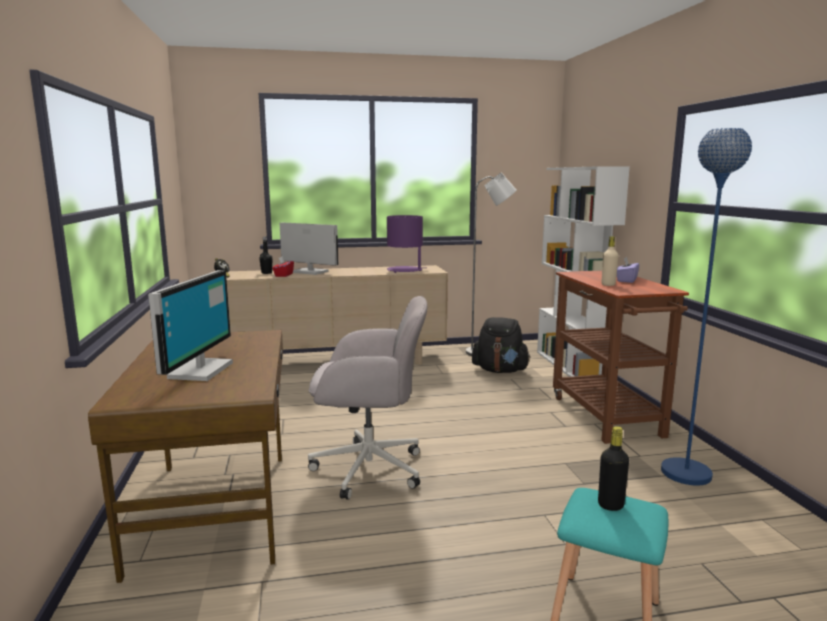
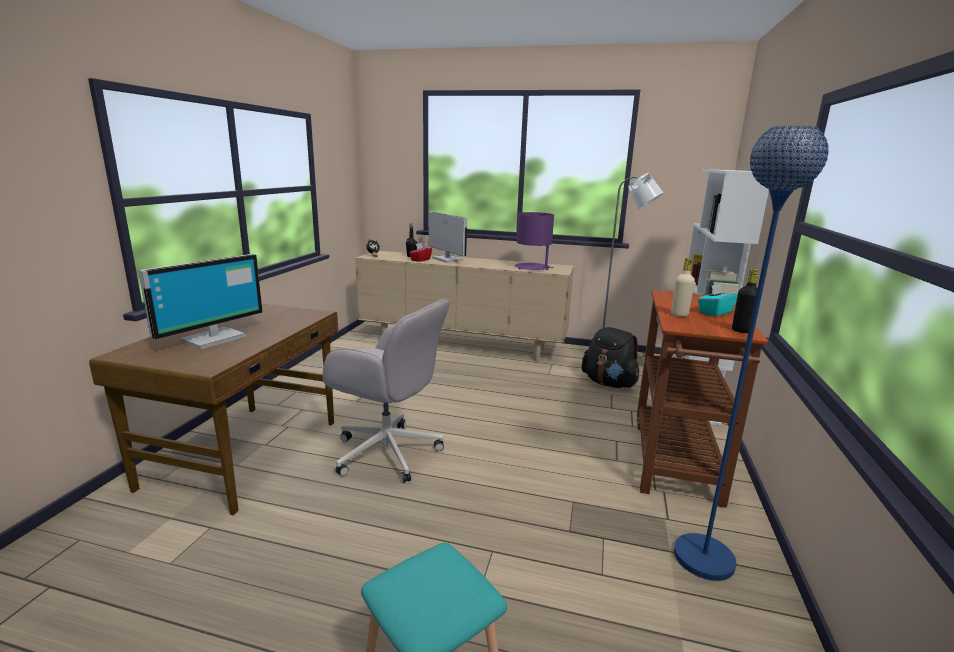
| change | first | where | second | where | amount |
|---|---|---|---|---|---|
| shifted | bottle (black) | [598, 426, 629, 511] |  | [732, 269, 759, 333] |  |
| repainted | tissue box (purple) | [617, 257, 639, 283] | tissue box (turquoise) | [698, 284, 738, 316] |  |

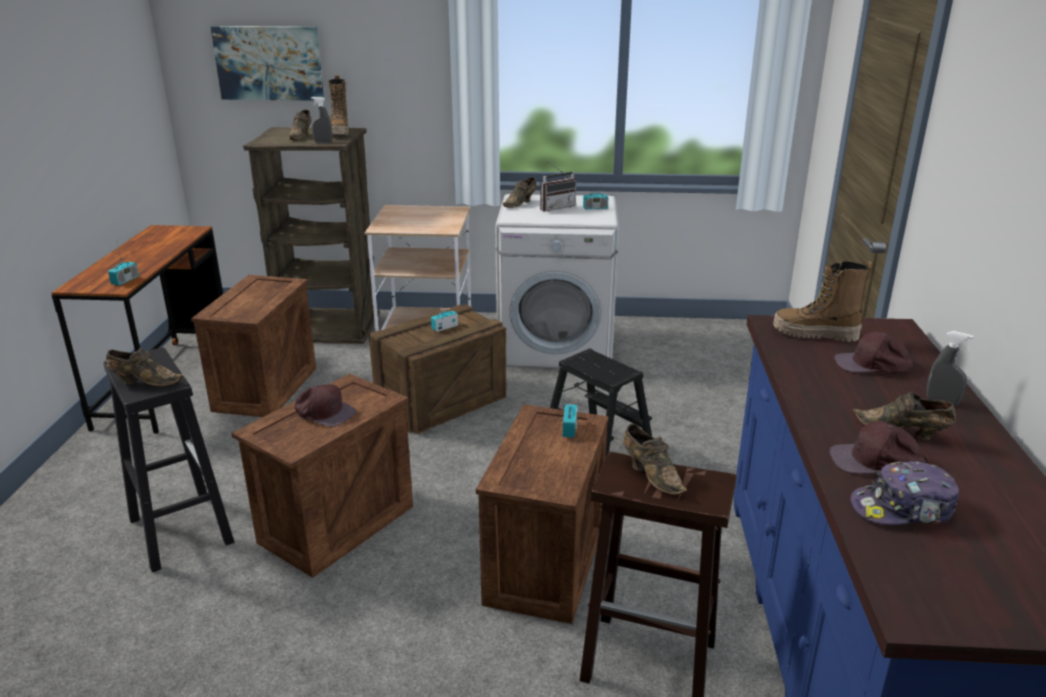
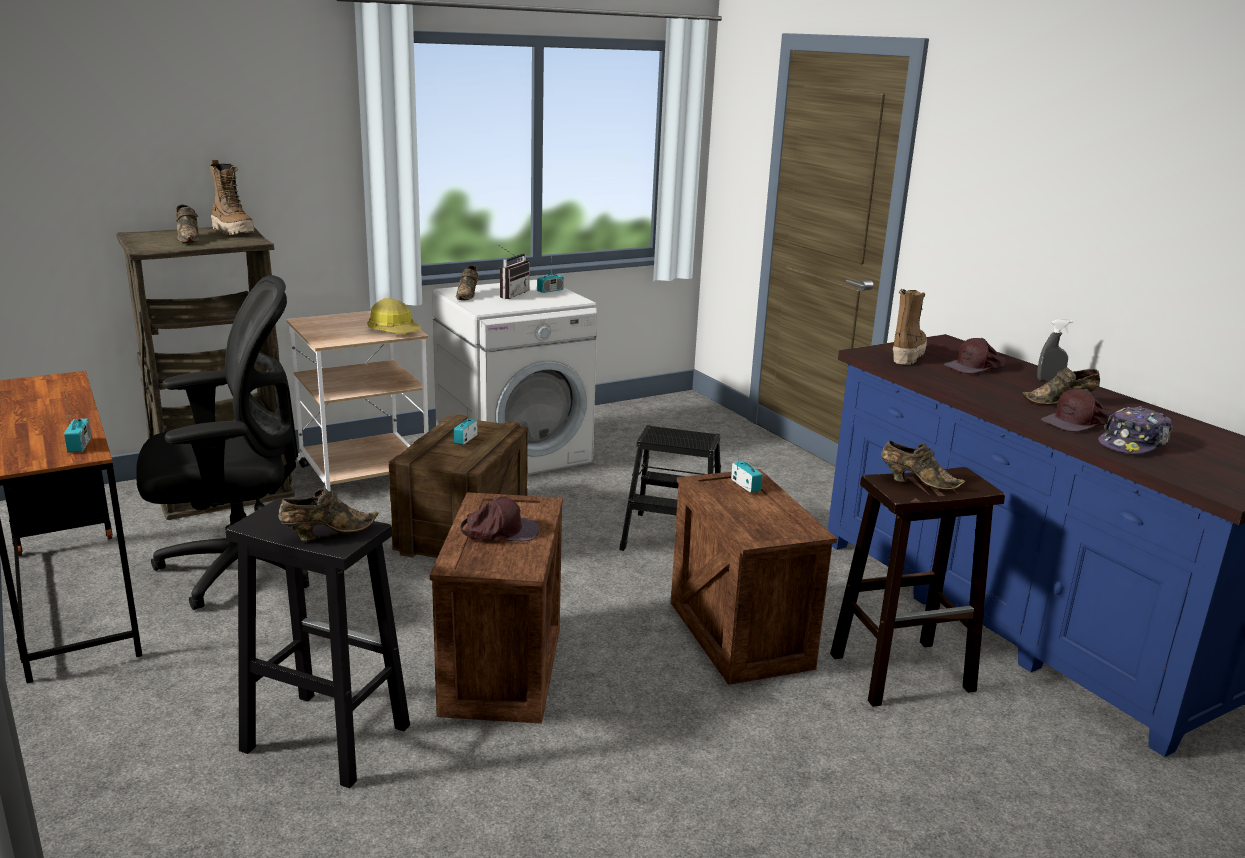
| change | first | where | second | where | amount |
|---|---|---|---|---|---|
| swapped | crate | [191, 275, 316, 417] | office chair (black) | [136, 275, 309, 610] |  |
| gone | picture | [211, 26, 324, 101] |  |  |  |
| gone | spray bottle (grey) | [311, 97, 332, 143] |  |  |  |
| rotated | boot | [773, 261, 872, 342] |  | [893, 289, 927, 365] | 135 degrees clockwise |
| new |  |  | hard hat | [367, 298, 422, 333] |  |

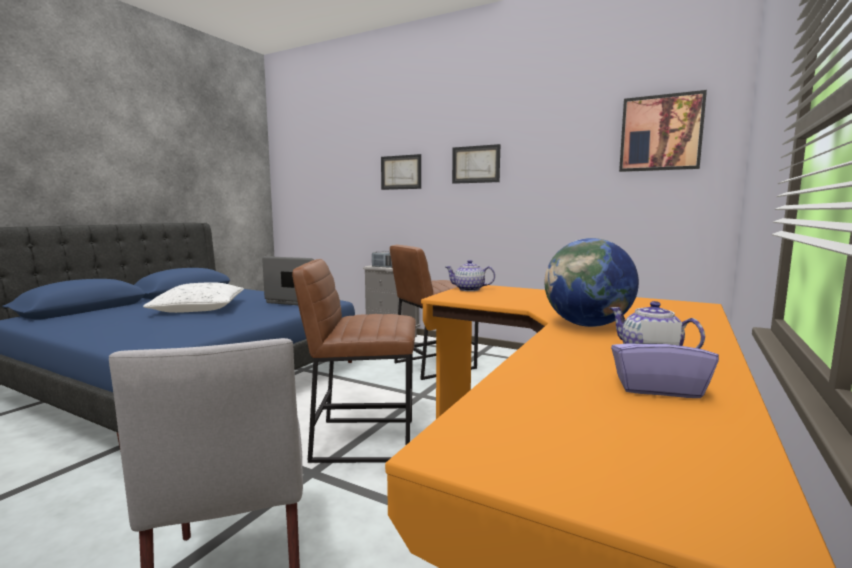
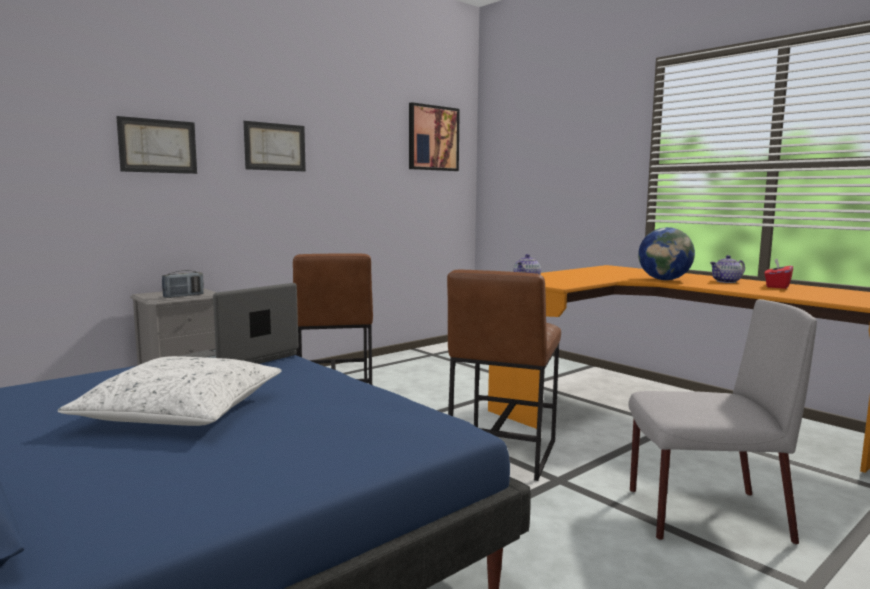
| change | first | where | second | where | amount |
|---|---|---|---|---|---|
| repainted | tissue box (purple) | [611, 320, 719, 398] | tissue box (red) | [764, 259, 793, 289] |  |

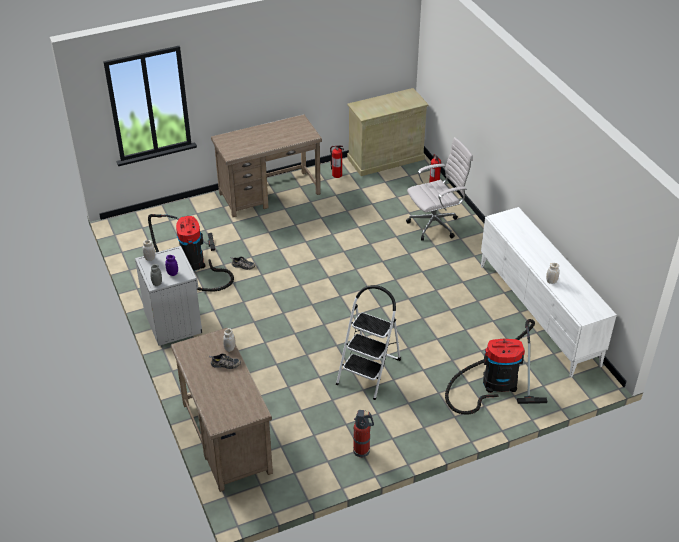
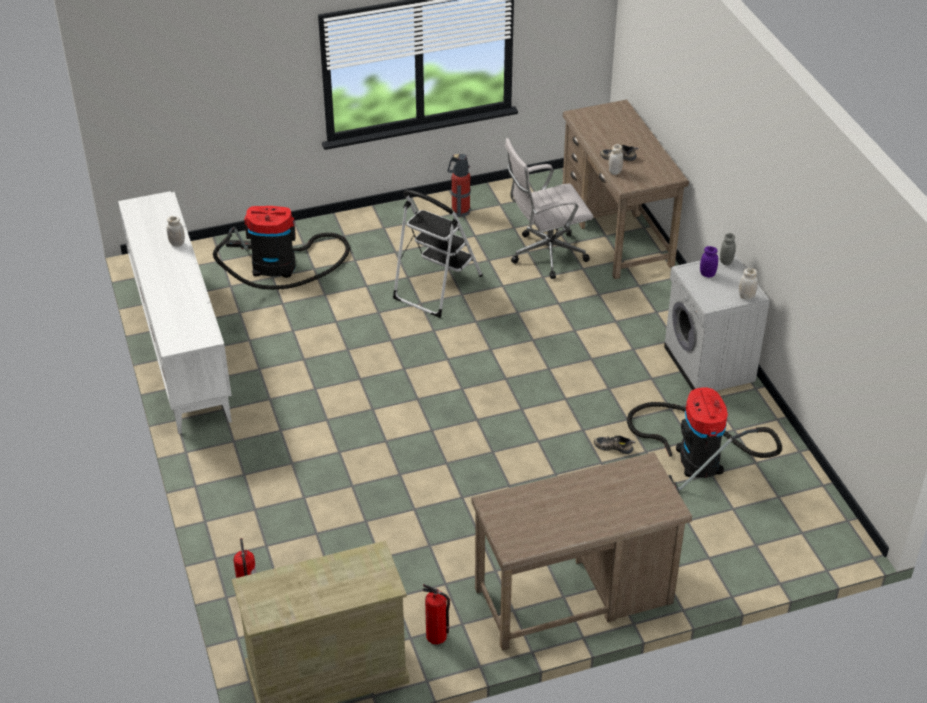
| change | first | where | second | where | amount |
|---|---|---|---|---|---|
| shifted | office chair (white) | [406, 137, 473, 241] |  | [505, 138, 593, 279] |  |

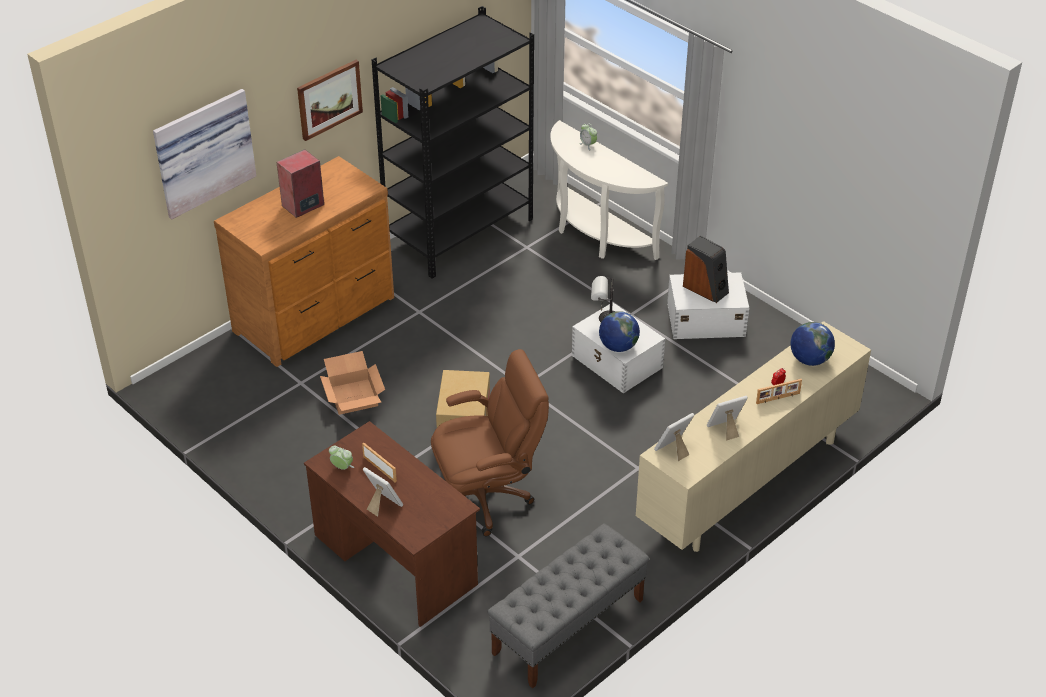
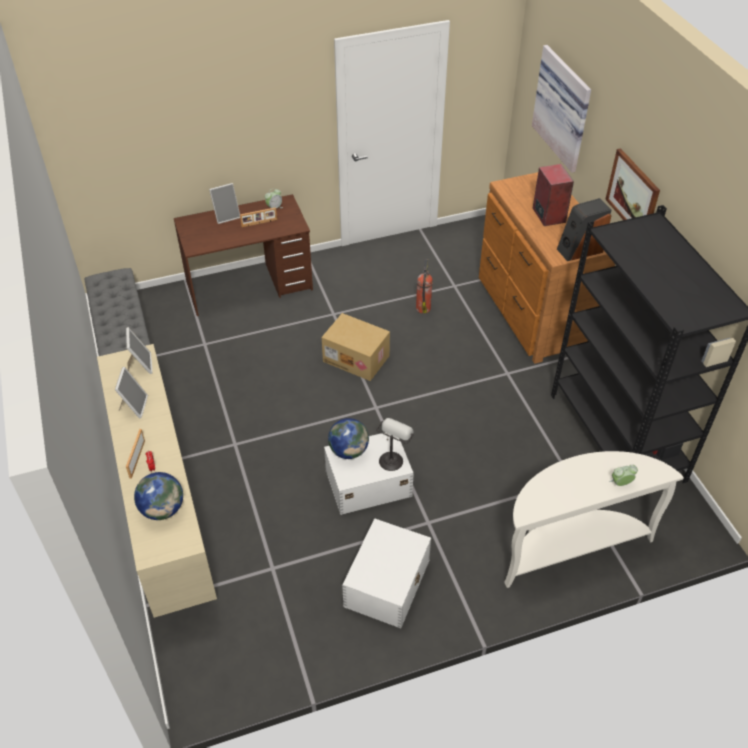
| change | first | where | second | where | amount |
|---|---|---|---|---|---|
| swapped | cardboard box | [320, 351, 385, 415] | fire extinguisher | [416, 259, 433, 314] |  |
| gone | office chair (brown) | [431, 349, 549, 537] |  |  |  |
| shifted | speaker | [683, 236, 729, 303] |  | [557, 198, 611, 261] |  |

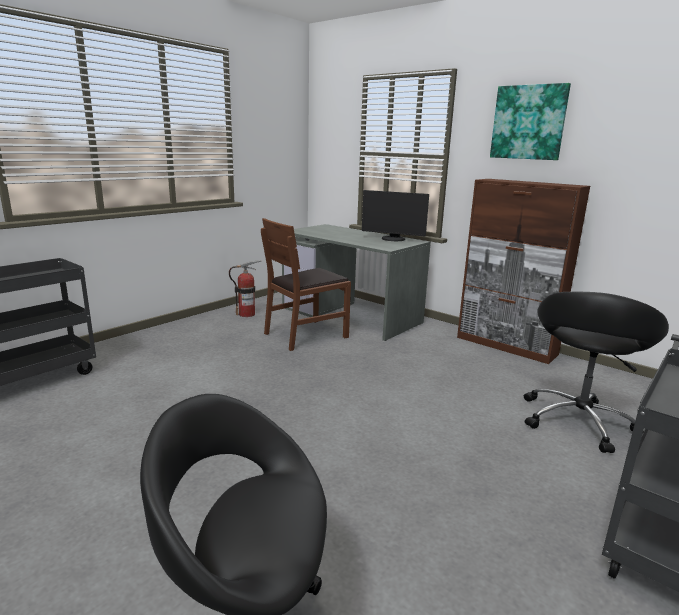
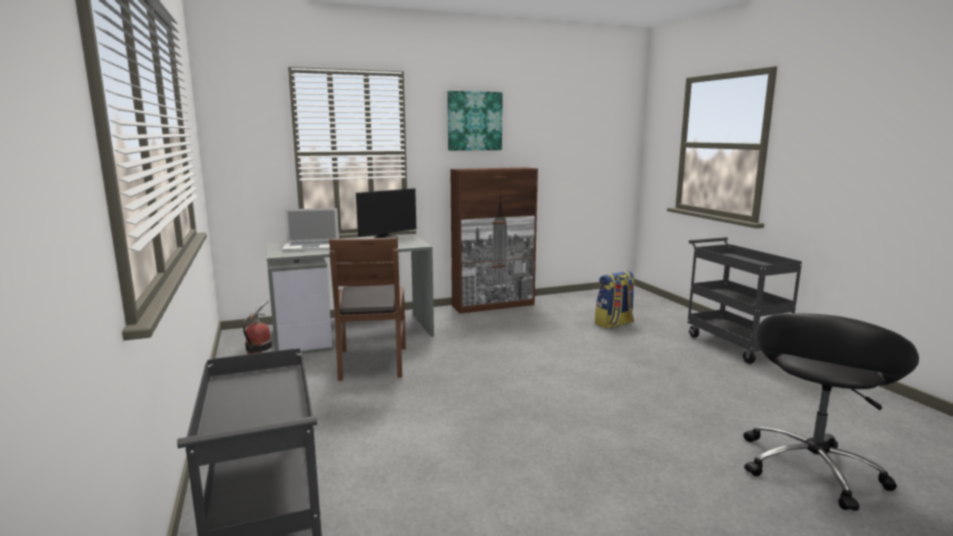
| change | first | where | second | where | amount |
|---|---|---|---|---|---|
| swapped | office chair (black) | [524, 291, 669, 453] | backpack | [595, 271, 635, 329] |  |
| new |  |  | laptop | [282, 208, 339, 251] |  |

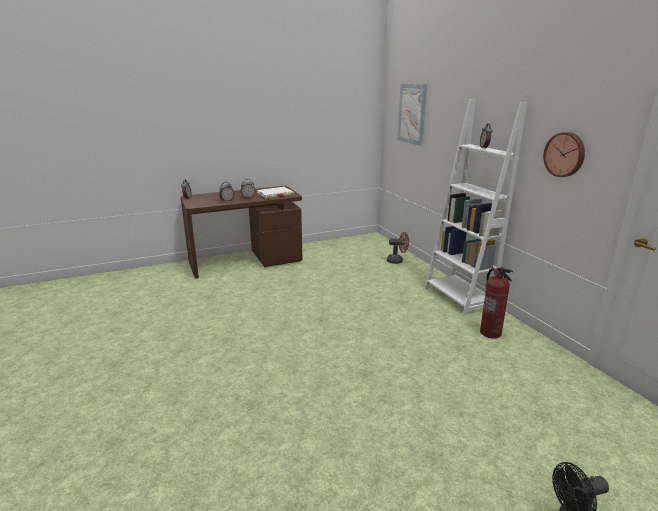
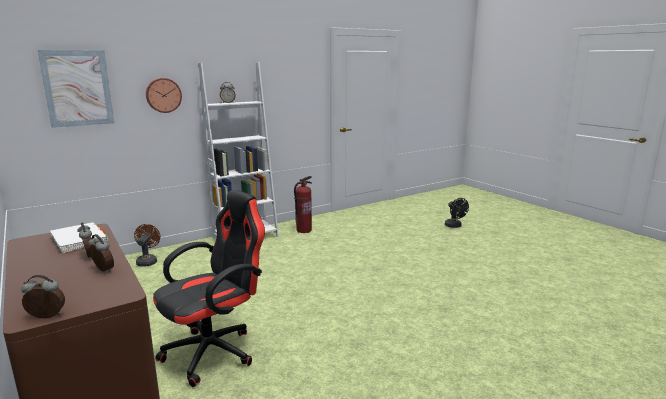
| change | first | where | second | where | amount |
|---|---|---|---|---|---|
| shifted | wall clock | [543, 132, 585, 177] |  | [146, 78, 182, 113] |  |
| new |  |  | office chair (black) | [153, 190, 265, 387] |  |

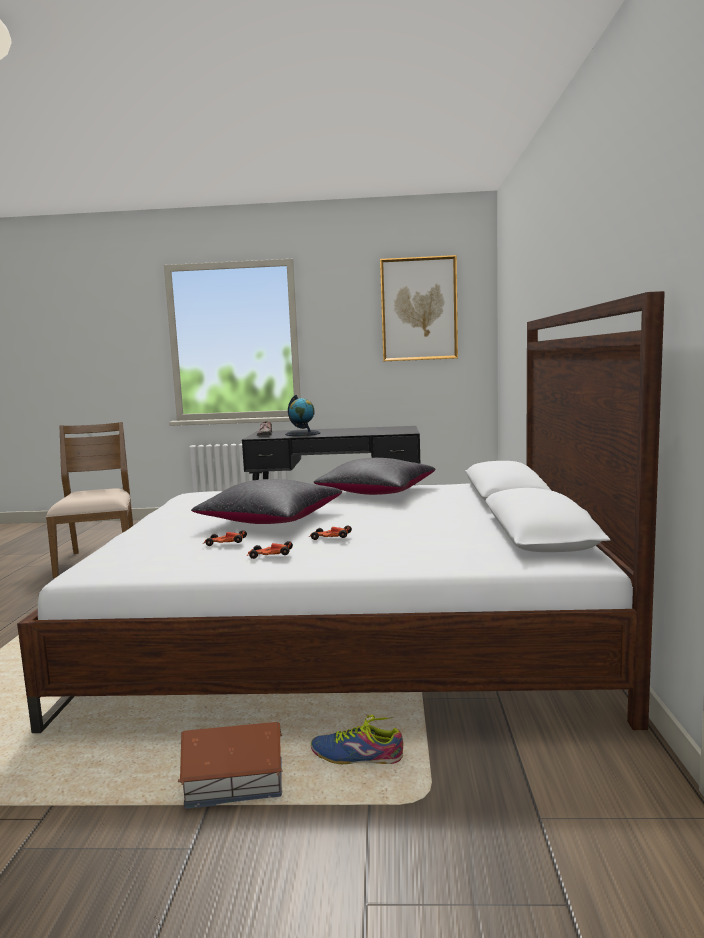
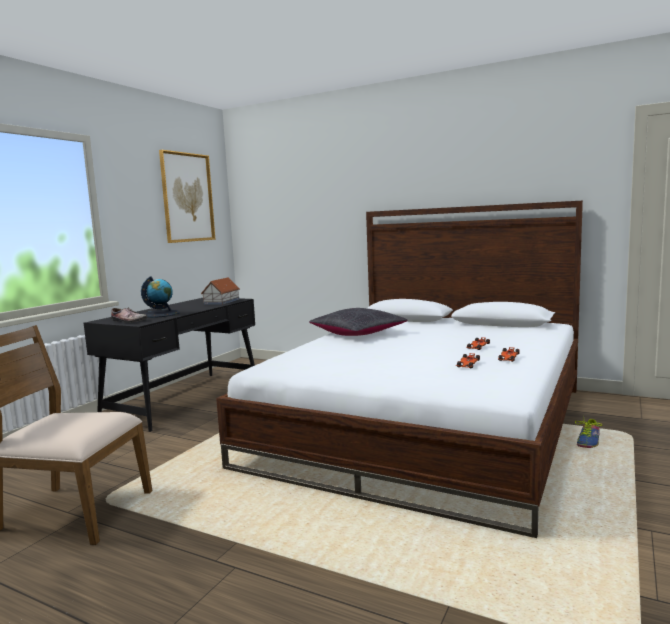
| change | first | where | second | where | amount |
|---|---|---|---|---|---|
| shifted | toy house | [178, 722, 282, 809] |  | [201, 277, 240, 305] |  |
| gone | pillow (black) | [191, 479, 342, 524] |  |  |  |

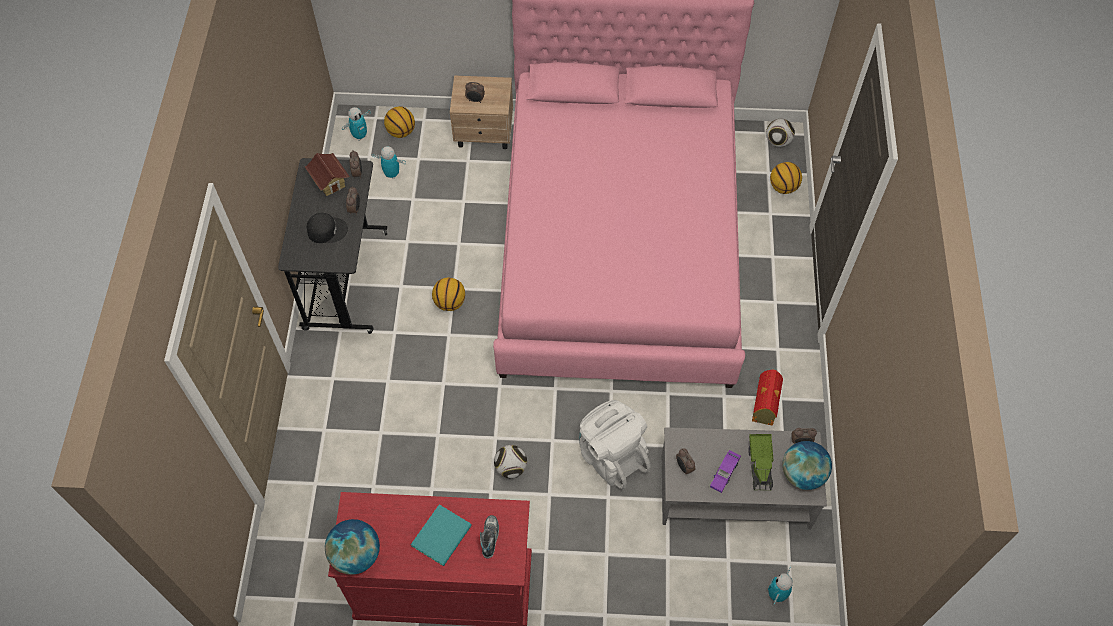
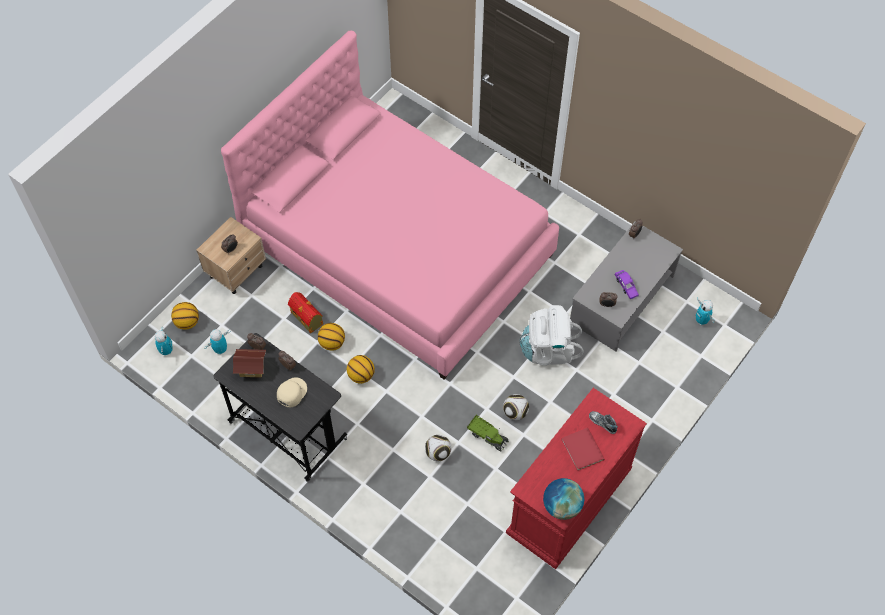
| change | first | where | second | where | amount |
|---|---|---|---|---|---|
| repainted | cap (black) | [307, 213, 348, 243] | cap (beige) | [277, 377, 307, 408] |  |
| repainted | book (turquoise) | [411, 504, 472, 566] | book (red) | [561, 428, 604, 471] |  |
| shifted | toy truck | [748, 434, 776, 490] |  | [467, 415, 508, 452] |  |
| shifted | toy house | [752, 369, 783, 425] |  | [288, 292, 323, 333] |  |
| shifted | football | [766, 119, 795, 147] |  | [425, 435, 451, 461] |  |
| shifted | basketball | [770, 162, 802, 194] |  | [318, 323, 345, 351] |  |
| gone | globe | [782, 441, 832, 490] |  |  |  |

